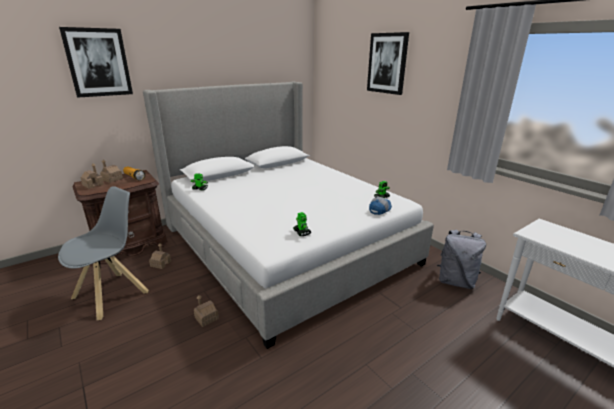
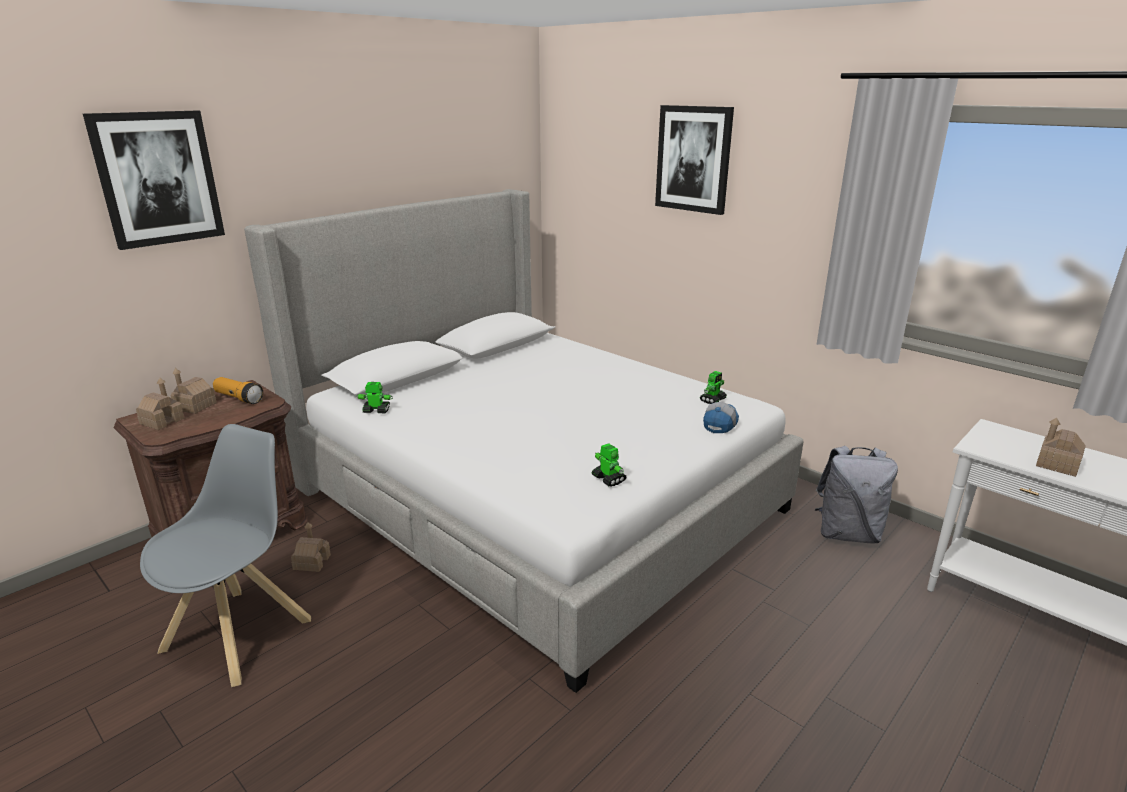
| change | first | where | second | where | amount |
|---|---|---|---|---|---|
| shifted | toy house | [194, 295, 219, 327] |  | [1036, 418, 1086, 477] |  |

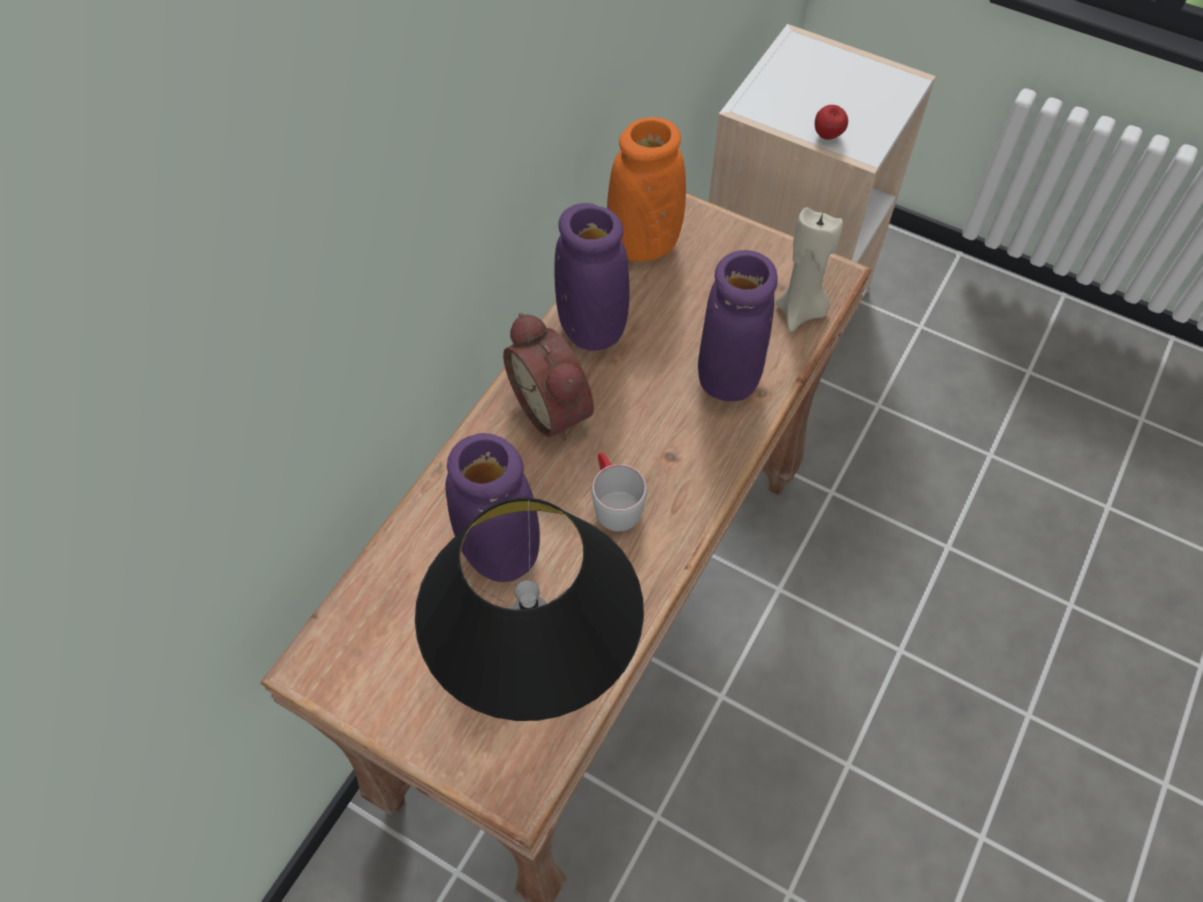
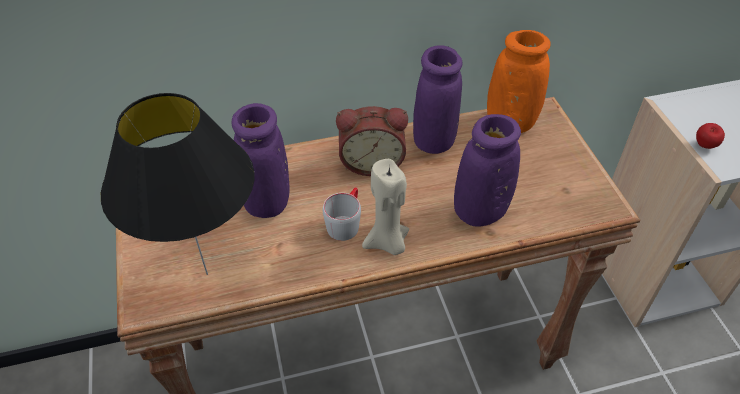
| change | first | where | second | where | amount |
|---|---|---|---|---|---|
| rotated | alarm clock | [503, 313, 594, 441] |  | [336, 106, 408, 176] | 105 degrees counterclockwise |
| shifted | candle (beige) | [776, 207, 843, 332] |  | [362, 159, 409, 255] |  |

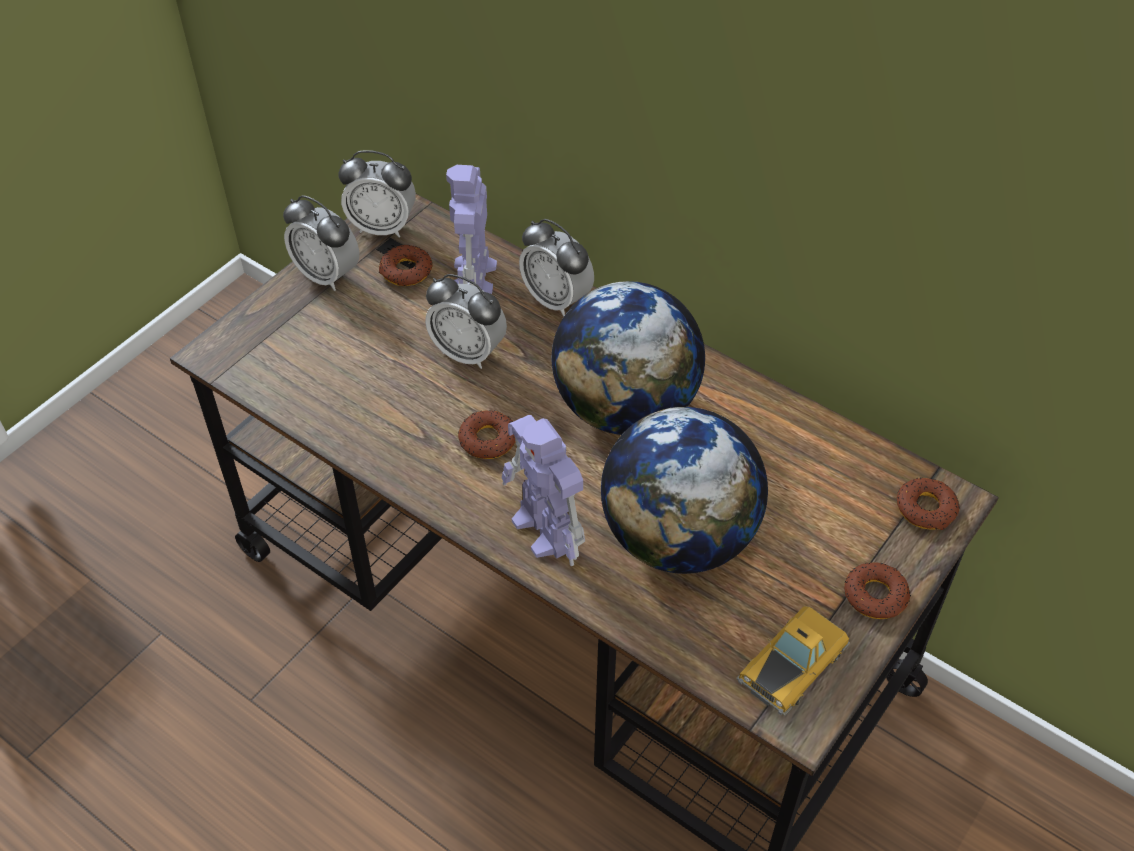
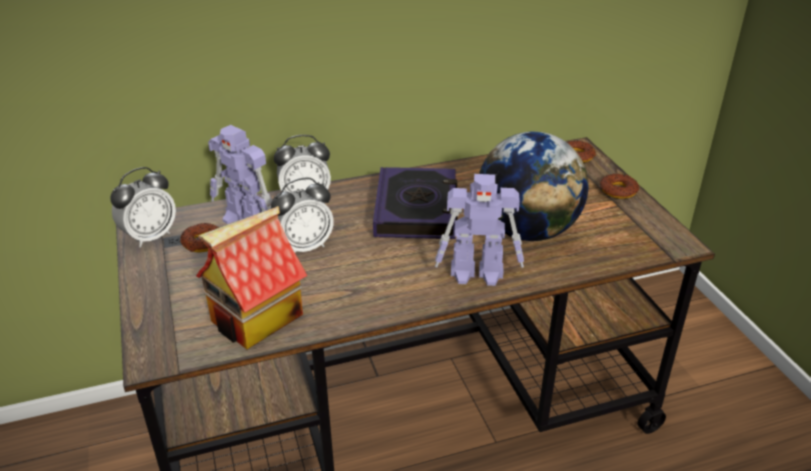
| change | first | where | second | where | amount |
|---|---|---|---|---|---|
| gone | alarm clock | [283, 195, 359, 291] |  |  |  |
| gone | donut | [458, 410, 516, 459] |  |  |  |
| swapped | globe | [552, 281, 705, 435] | book | [373, 167, 458, 239] |  |
| gone | toy car | [736, 606, 850, 716] |  |  |  |
| new |  |  | toy house | [196, 206, 307, 349] |  |

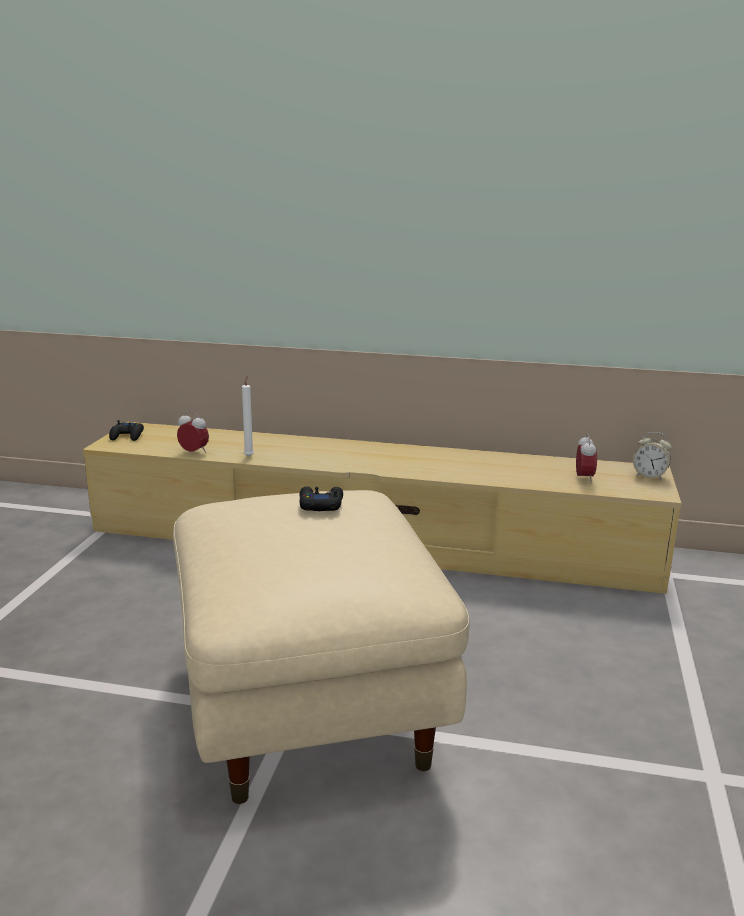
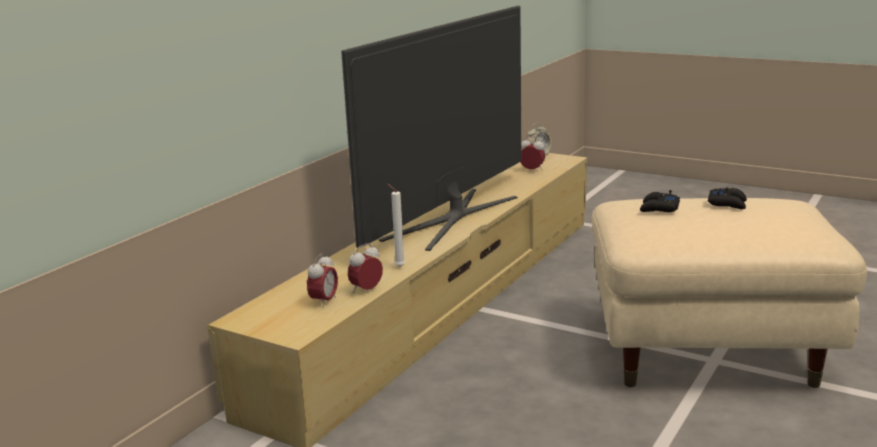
| change | first | where | second | where | amount |
|---|---|---|---|---|---|
| shifted | game controller (black) | [109, 420, 144, 441] |  | [708, 188, 747, 209] |  |
| new |  |  | alarm clock | [307, 253, 338, 308] |  |
| new |  |  | television | [341, 6, 521, 251] |  |

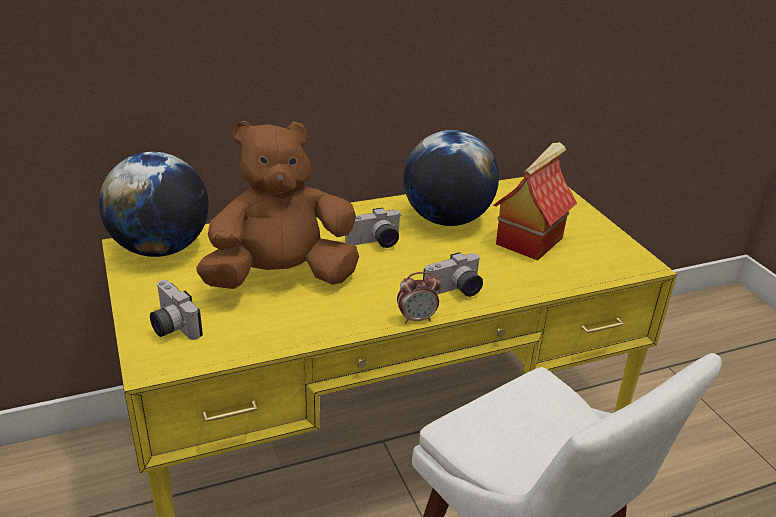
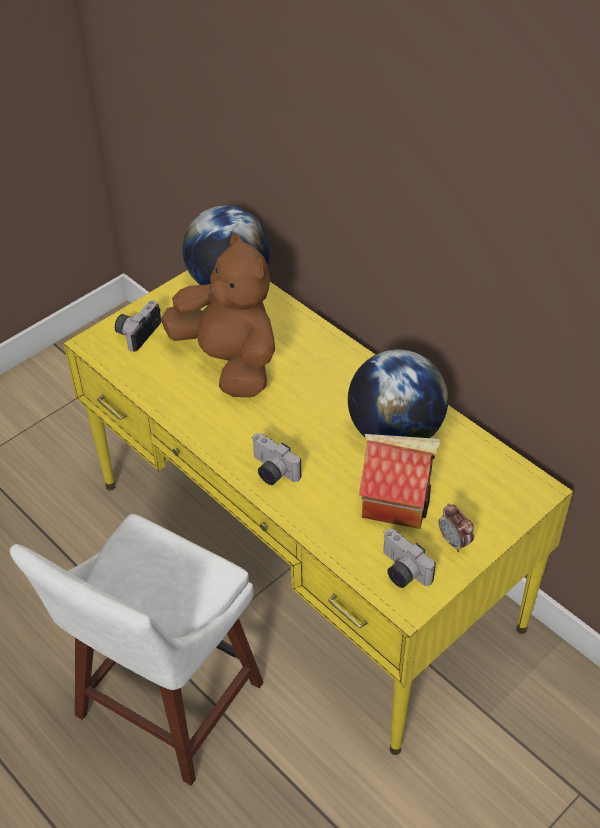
| change | first | where | second | where | amount |
|---|---|---|---|---|---|
| shifted | photo camera | [345, 208, 402, 248] |  | [384, 529, 436, 588] |  |
| shifted | alarm clock | [397, 272, 440, 323] |  | [439, 504, 474, 552] |  |

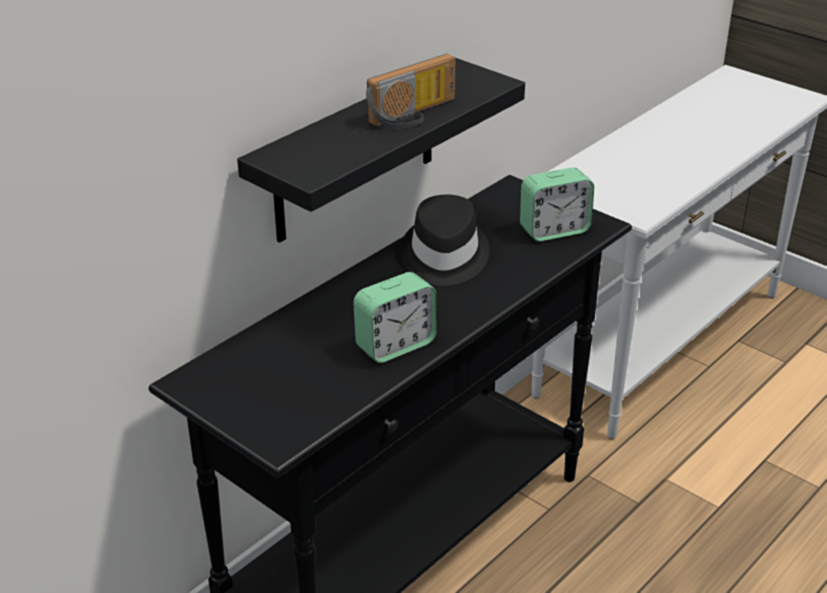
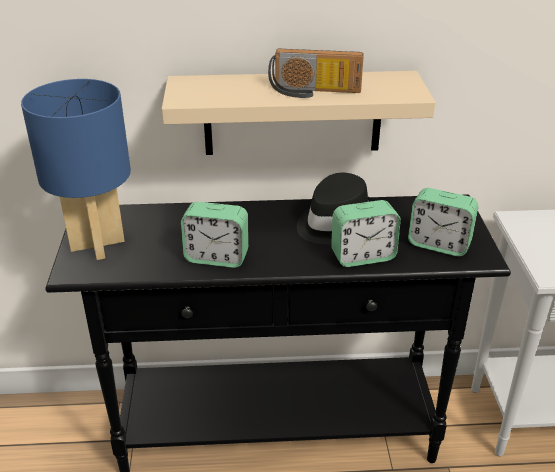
| change | first | where | second | where | amount |
|---|---|---|---|---|---|
| repainted | shelf (black) | [237, 58, 525, 243] | shelf (beige) | [162, 71, 436, 155] |  |
| new |  |  | table lamp (blue) | [21, 79, 131, 260] |  |
| new |  |  | alarm clock | [331, 200, 401, 267] |  |

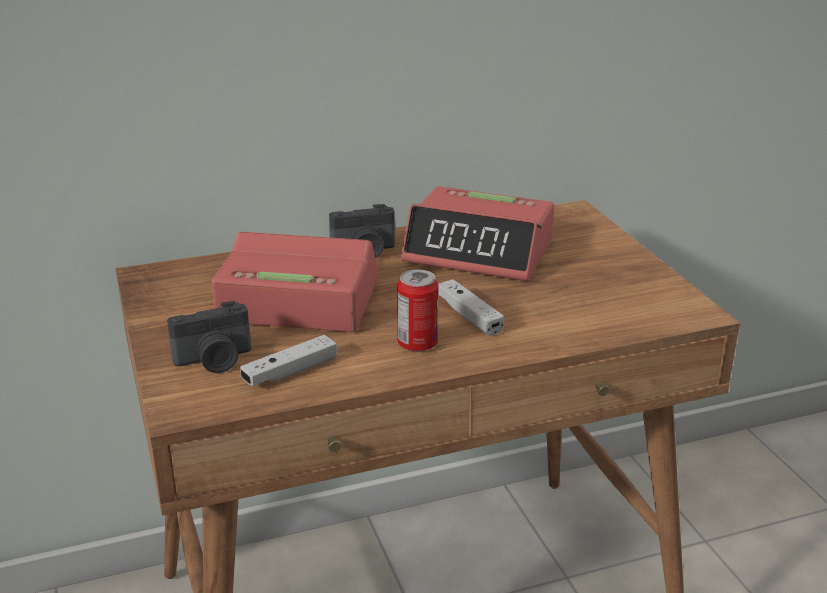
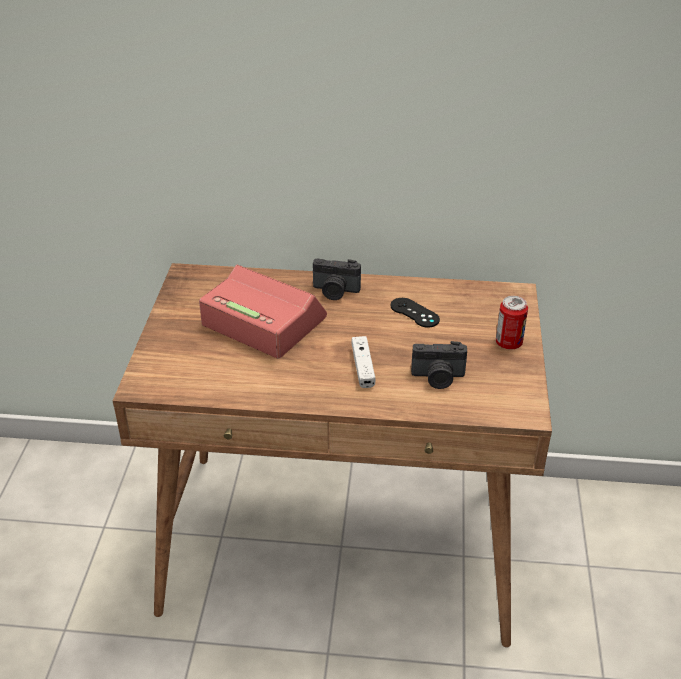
| change | first | where | second | where | amount |
|---|---|---|---|---|---|
| shifted | photo camera | [167, 301, 251, 373] |  | [411, 341, 467, 389] |  |
| gone | game controller (white) | [240, 335, 337, 386] |  |  |  |
| shifted | can | [397, 269, 438, 352] |  | [496, 296, 528, 350] |  |
| swapped | alarm clock | [401, 186, 554, 281] | game controller (black) | [390, 298, 440, 328] |  |

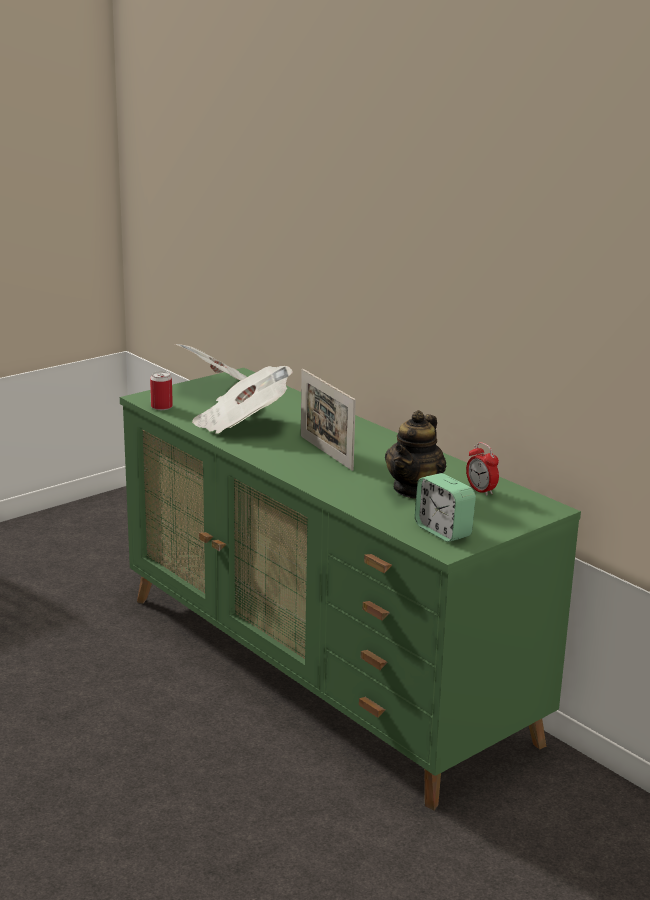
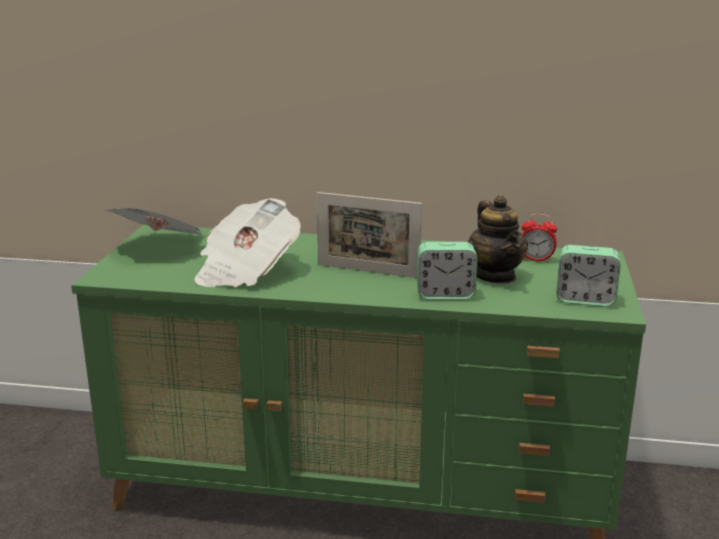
| change | first | where | second | where | amount |
|---|---|---|---|---|---|
| gone | can | [150, 371, 173, 410] |  |  |  |
| new |  |  | alarm clock | [417, 242, 477, 300] |  |

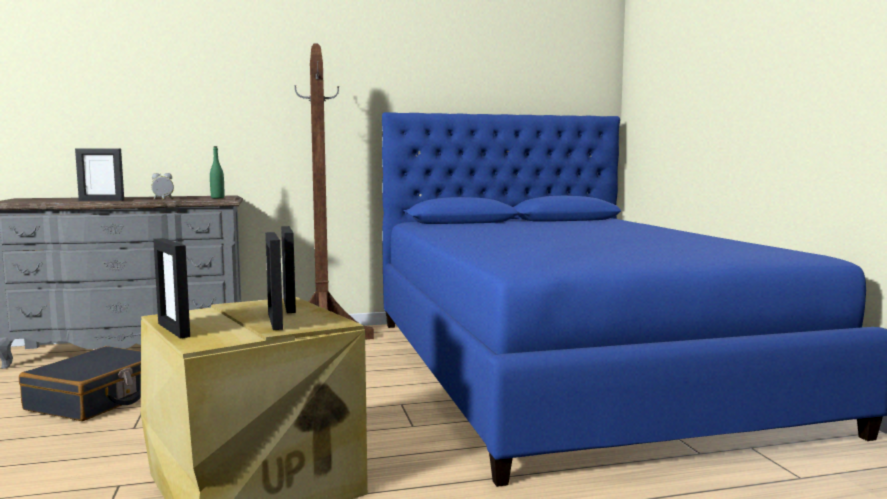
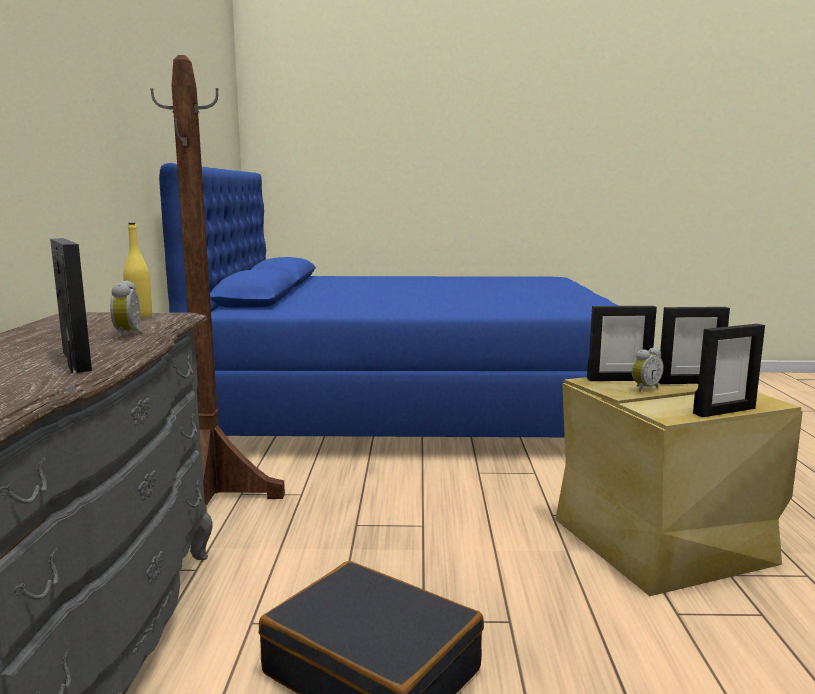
| change | first | where | second | where | amount |
|---|---|---|---|---|---|
| rotated | picture frame | [75, 149, 124, 201] |  | [50, 238, 92, 373] | 45 degrees counterclockwise |
| repainted | bottle (green) | [210, 146, 224, 198] | bottle (yellow) | [123, 223, 152, 318] |  |
| new |  |  | alarm clock | [632, 347, 664, 392] |  |

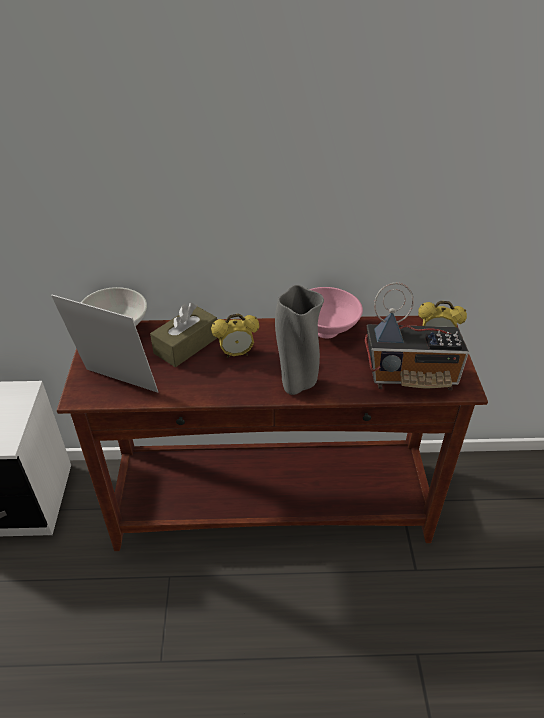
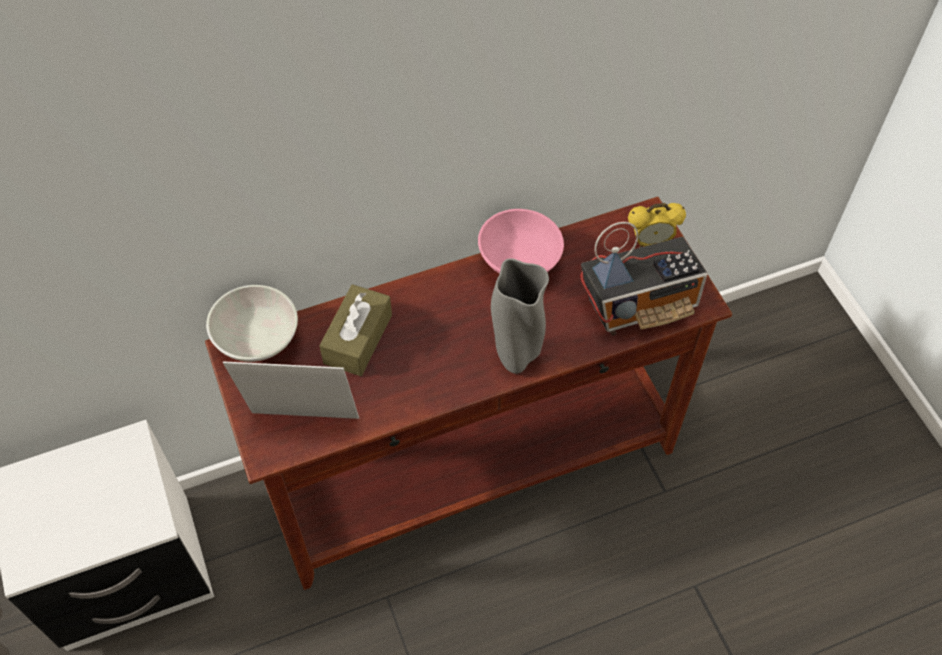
| change | first | where | second | where | amount |
|---|---|---|---|---|---|
| gone | alarm clock | [211, 313, 259, 358] |  |  |  |

